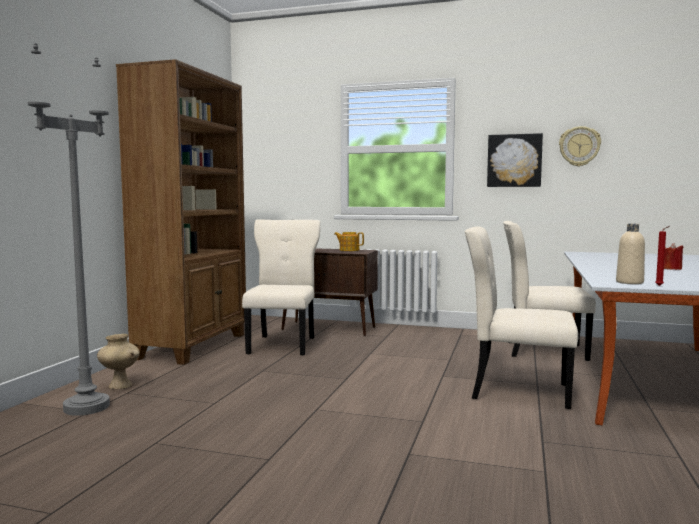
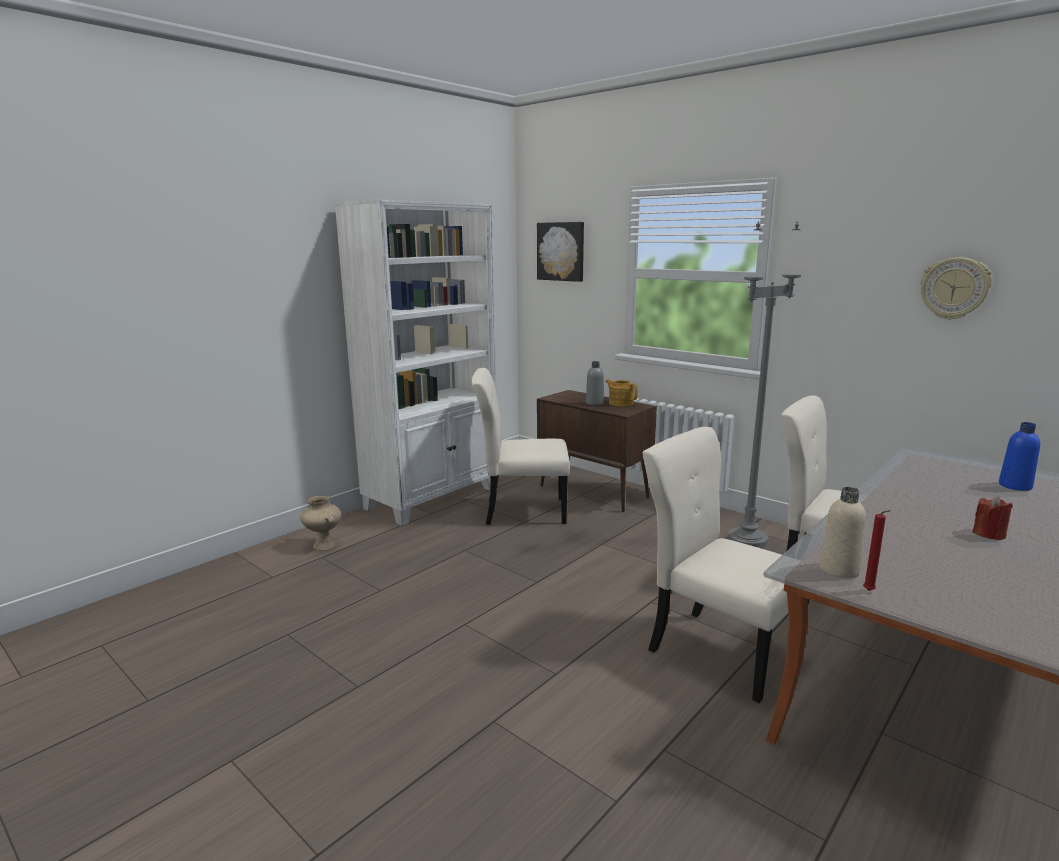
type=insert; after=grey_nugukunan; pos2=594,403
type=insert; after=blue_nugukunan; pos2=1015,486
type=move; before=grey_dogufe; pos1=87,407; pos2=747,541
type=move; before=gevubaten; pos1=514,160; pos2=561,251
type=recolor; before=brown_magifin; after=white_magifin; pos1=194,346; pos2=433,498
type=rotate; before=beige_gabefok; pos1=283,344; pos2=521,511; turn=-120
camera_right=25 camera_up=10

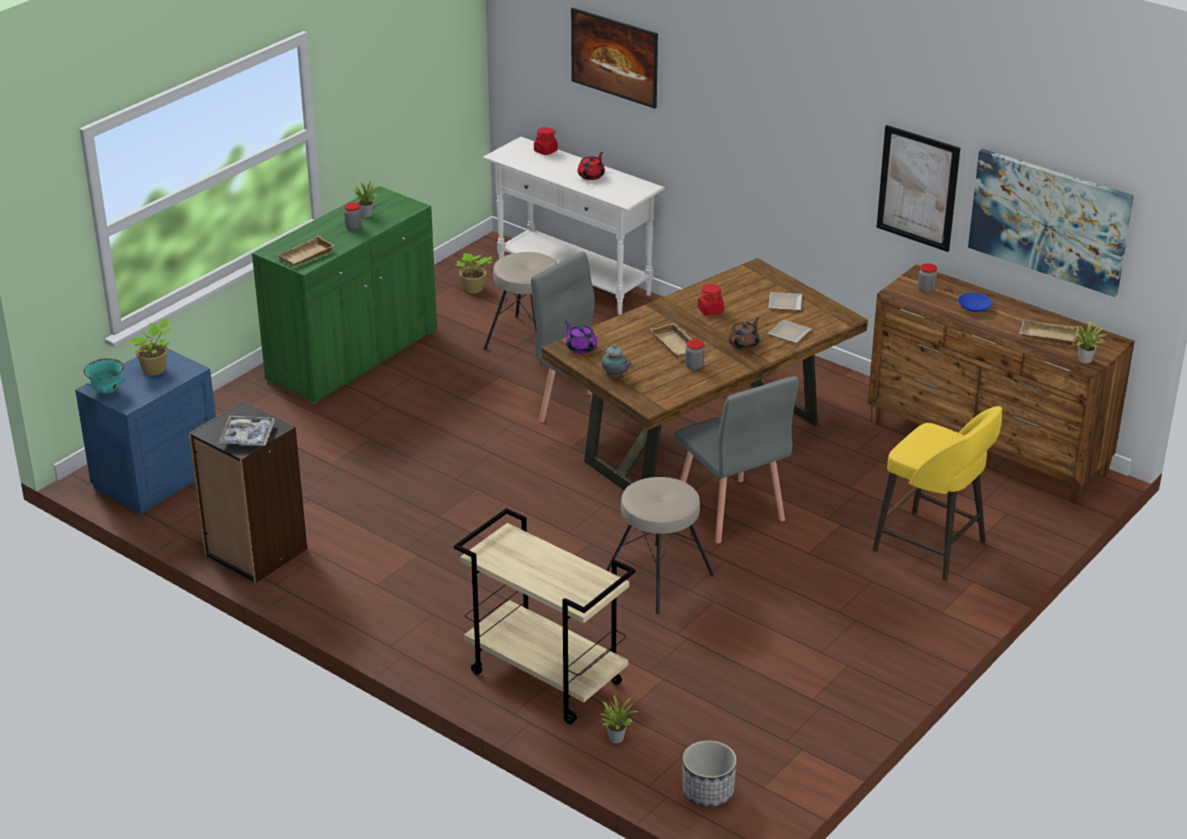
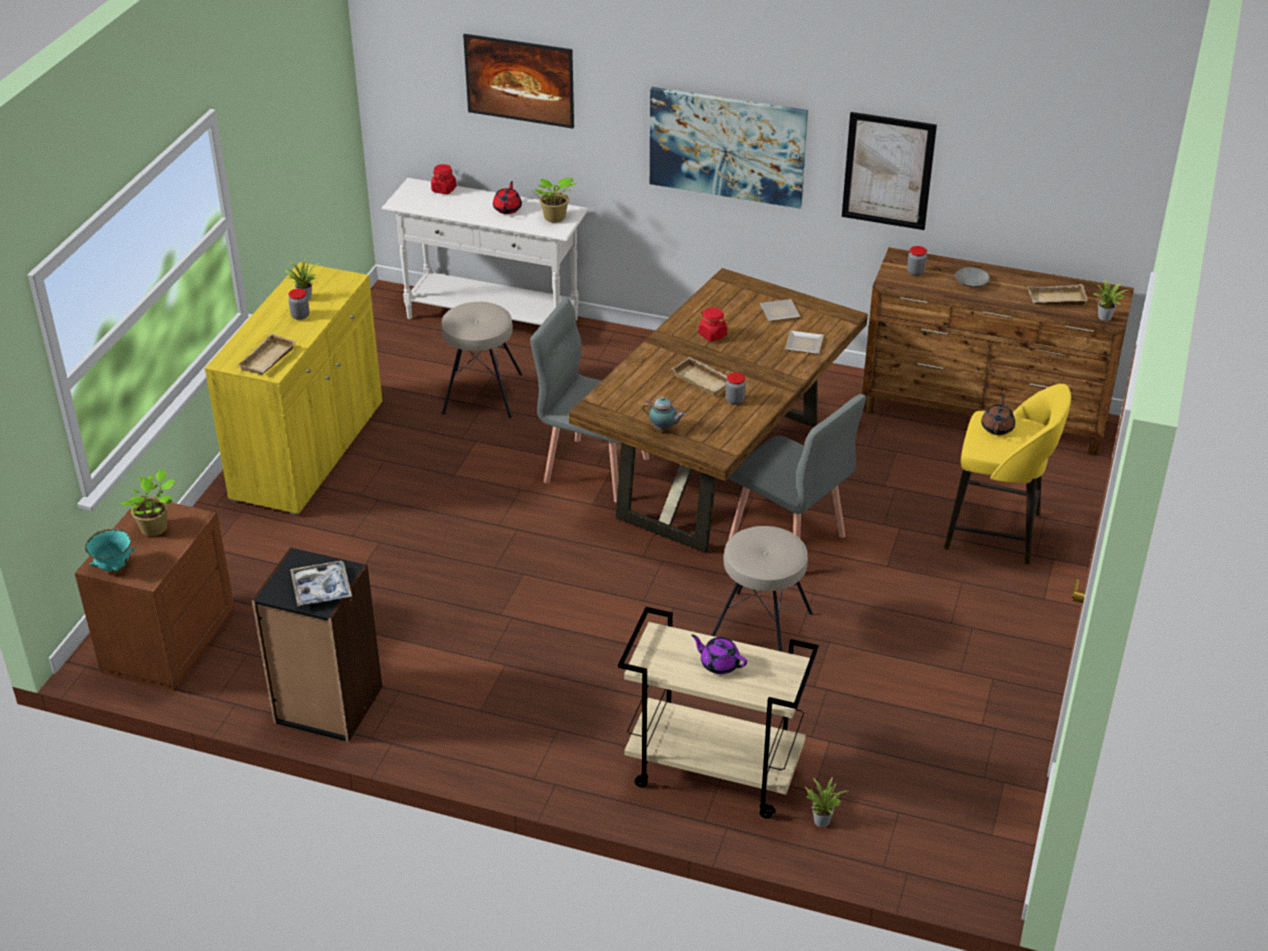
type=delete; before=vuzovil; pos1=708,792
type=move; before=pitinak; pos1=473,290; pos2=555,218
type=move; before=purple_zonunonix; pos1=581,347; pos2=719,664
type=move; before=brown_zonunonix; pos1=744,344; pos2=997,427
type=move; before=gevubaten; pos1=1049,221; pos2=727,146
type=recolor; before=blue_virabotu; after=brown_virabotu; pos1=156,477; pos2=167,643
type=recolor; before=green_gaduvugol; after=yellow_gaduvugol; pos1=353,356; pos2=309,451
type=recolor; before=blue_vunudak; after=grey_vunudak; pos1=974,308; pos2=971,283
camera_right=-20 camera_up=5

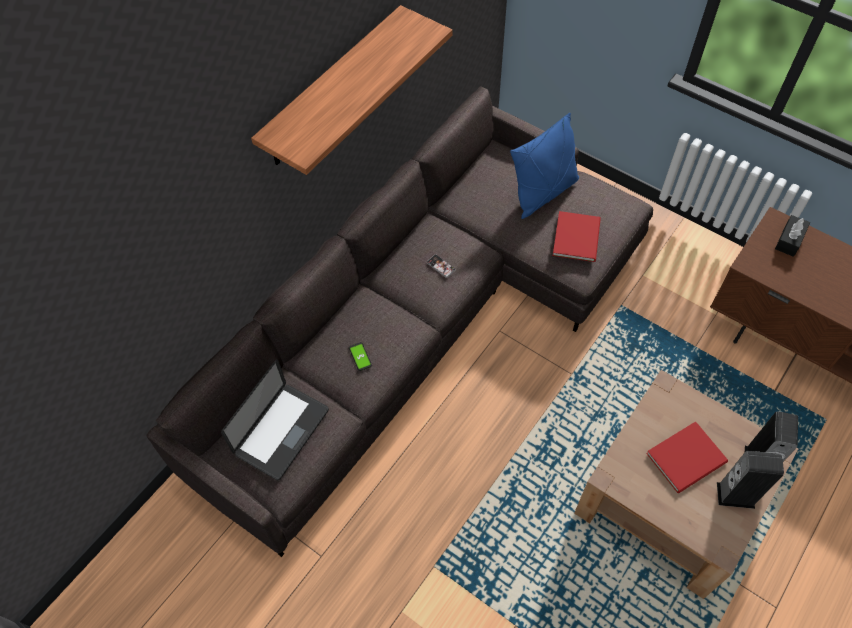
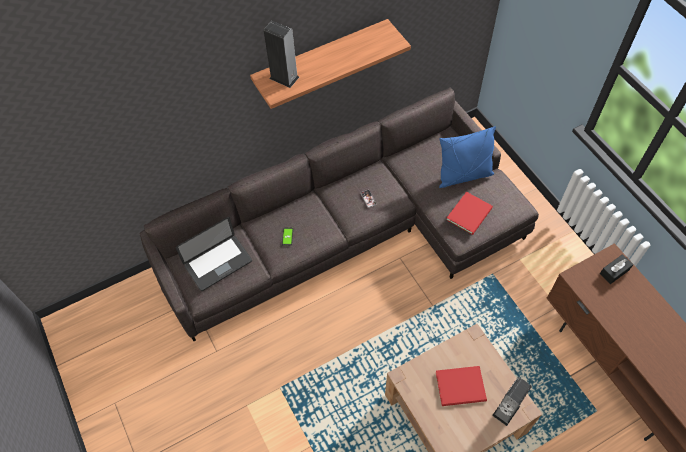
type=move; before=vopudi; pos1=735,495; pos2=284,77
camera_right=25 camera_up=0

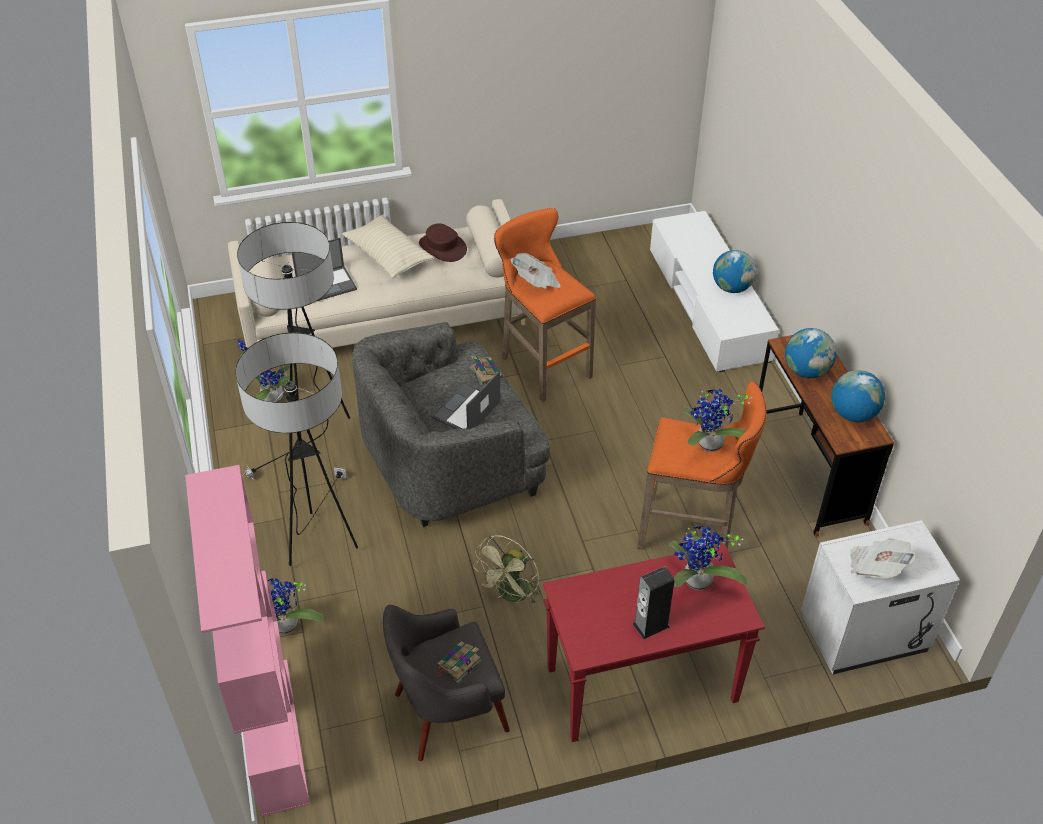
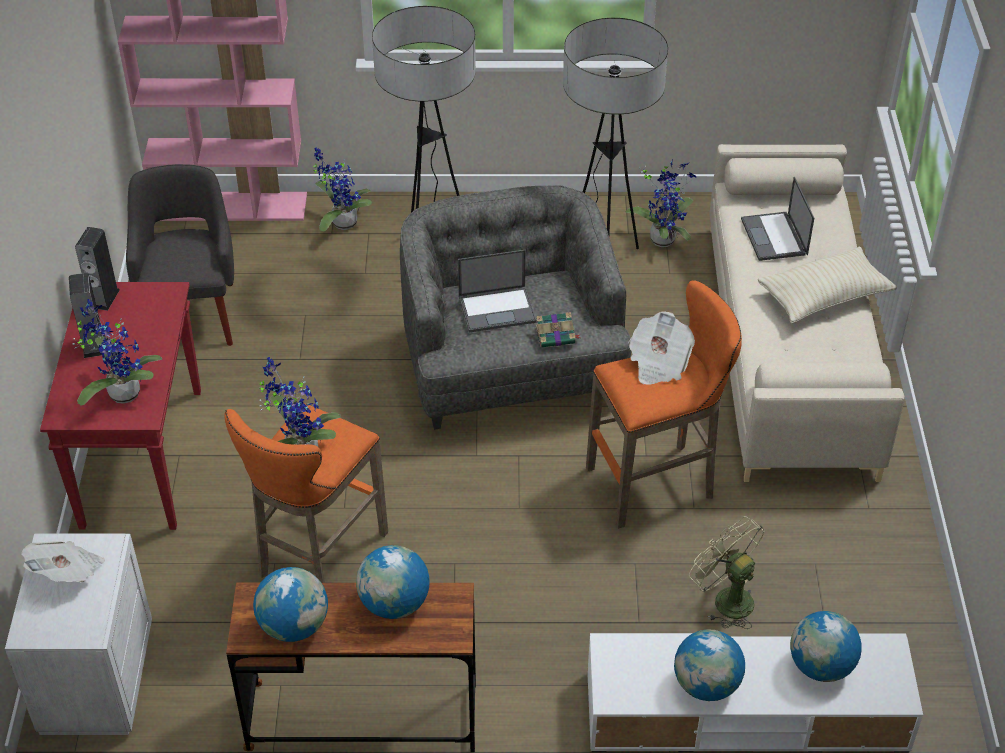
type=delete; before=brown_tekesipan; pos1=442,247
type=delete; before=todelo; pos1=458,664
type=insert; after=vopudi; pos2=103,298
type=insert; after=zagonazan; pos2=820,666
type=move; before=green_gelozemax; pos1=511,595; pos2=725,598
type=rotate; before=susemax; pos1=466,410; pos2=498,309; turn=120
camera_right=105 camera_up=0

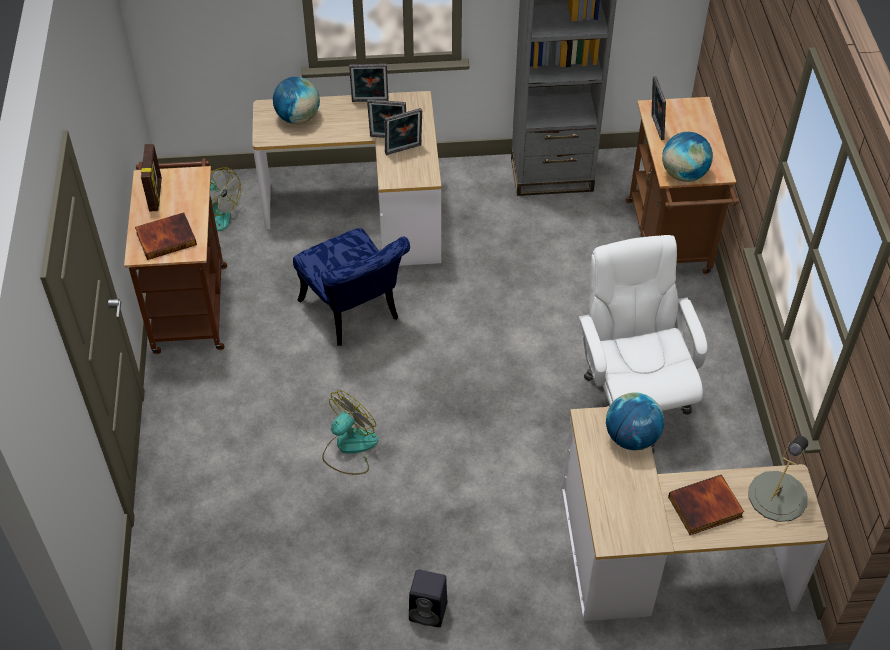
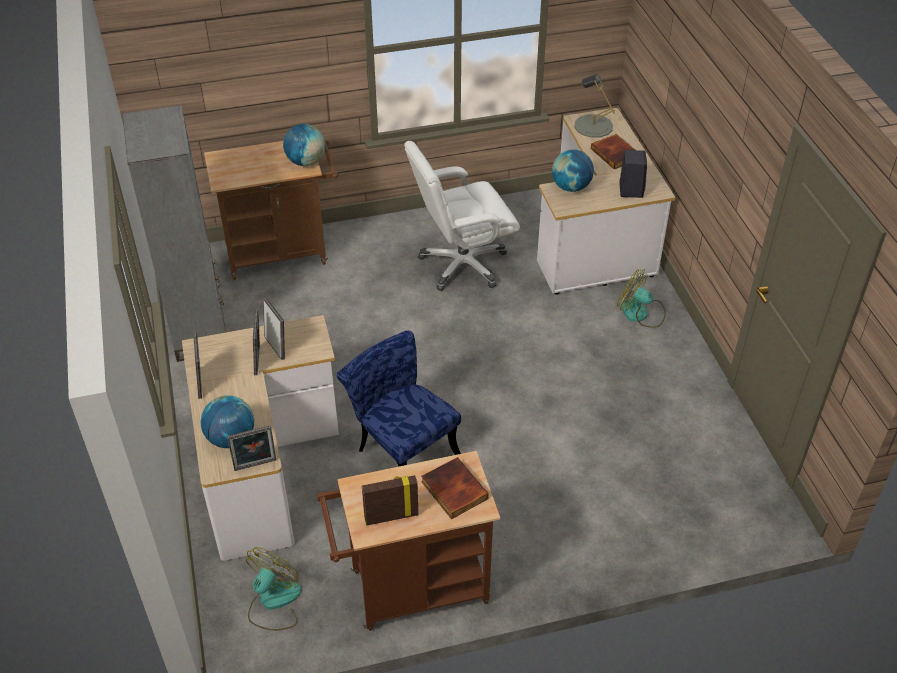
type=move; before=gelozemax; pos1=349,447; pos2=640,313
type=move; before=black_vopudi; pos1=429,611; pos2=630,189
type=move; before=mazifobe; pos1=655,127; pos2=255,466
type=rotate; before=blue_gabefok; pos1=354,315; pos2=402,448; turn=-90
camera_right=-100 camera_up=-5

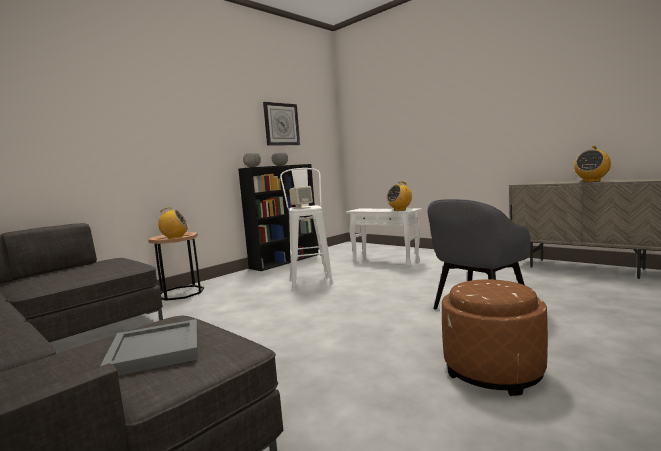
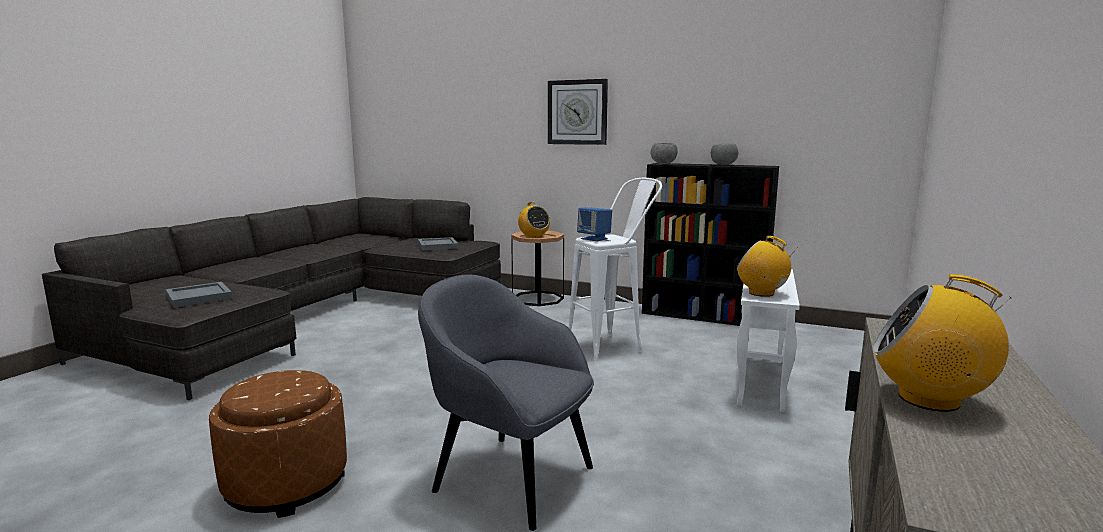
type=insert; after=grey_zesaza; pos2=437,246
type=move; before=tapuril; pos1=281,124; pos2=577,112
type=recolor; before=beige_vopudi; after=blue_vopudi; pos1=301,208; pos2=594,238
camera_right=70 camera_up=5

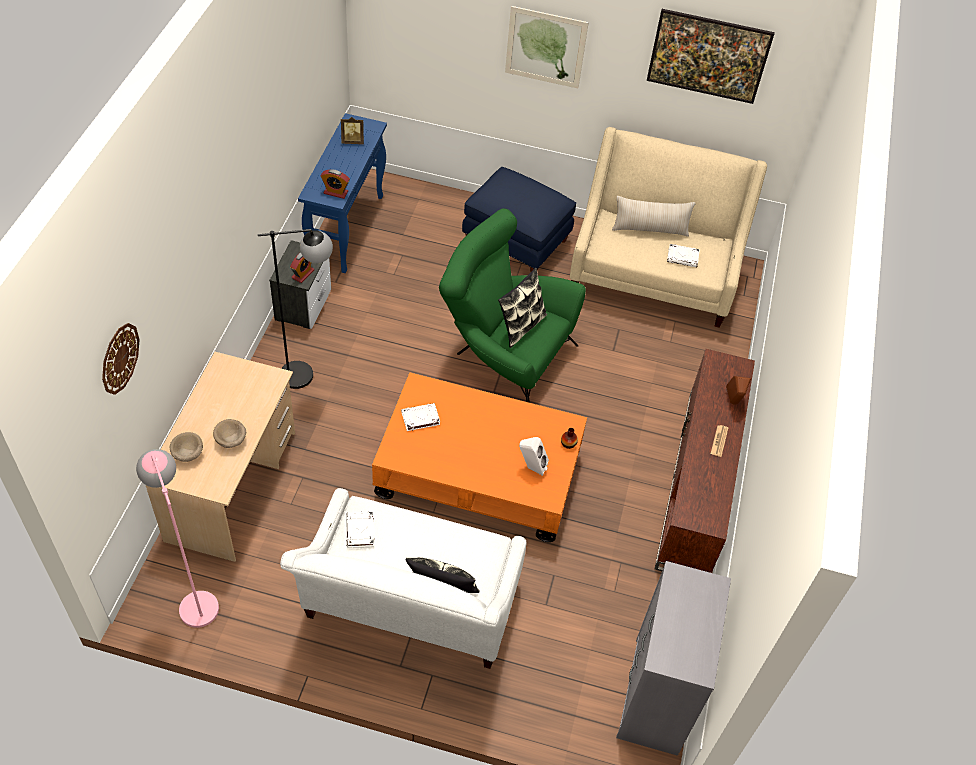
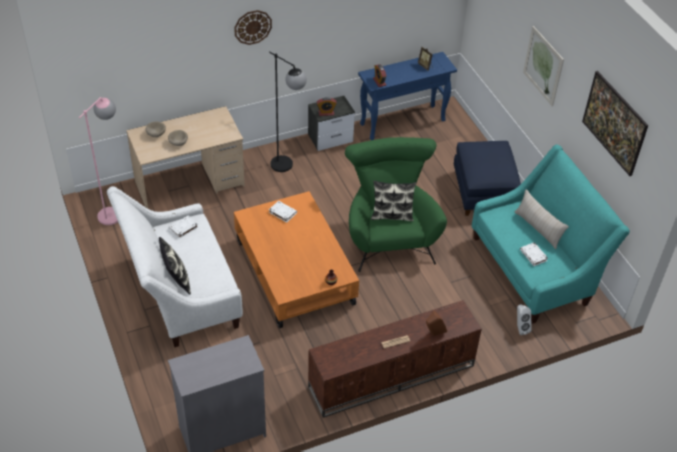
type=move; before=tapuril; pos1=119,358; pos2=252,27
type=move; before=white_vopudi; pos1=531,467; pos2=520,328
type=recolor; before=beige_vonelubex; after=turquoise_vonelubex; pos1=653,275; pos2=535,268
camera_right=55 camera_up=-5

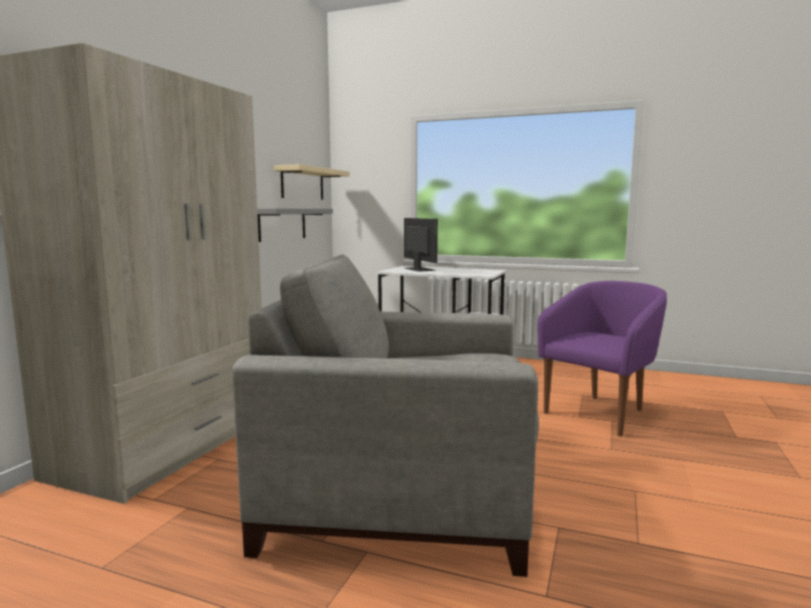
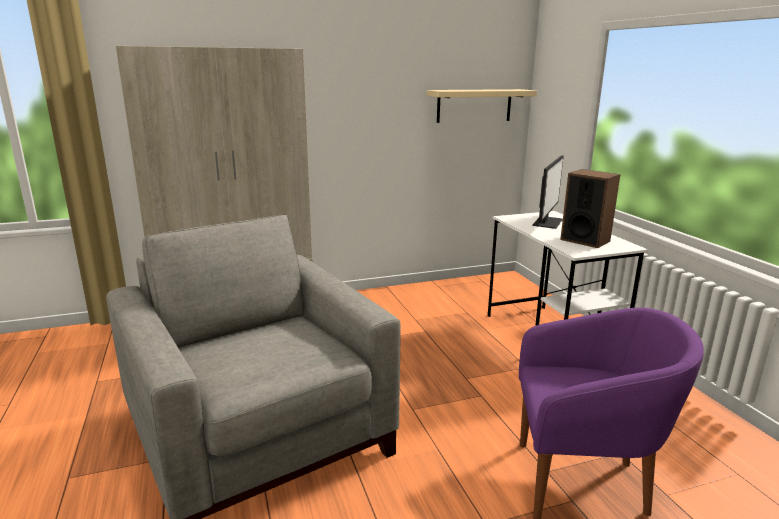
type=delete; before=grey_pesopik; pos1=282,224
type=insert; after=vopudi; pos2=585,240
camera_right=50 camera_up=10

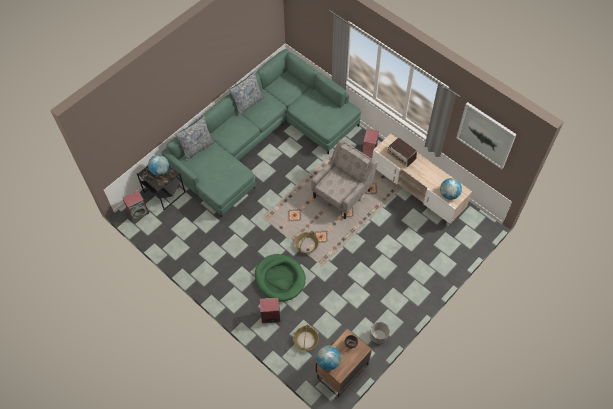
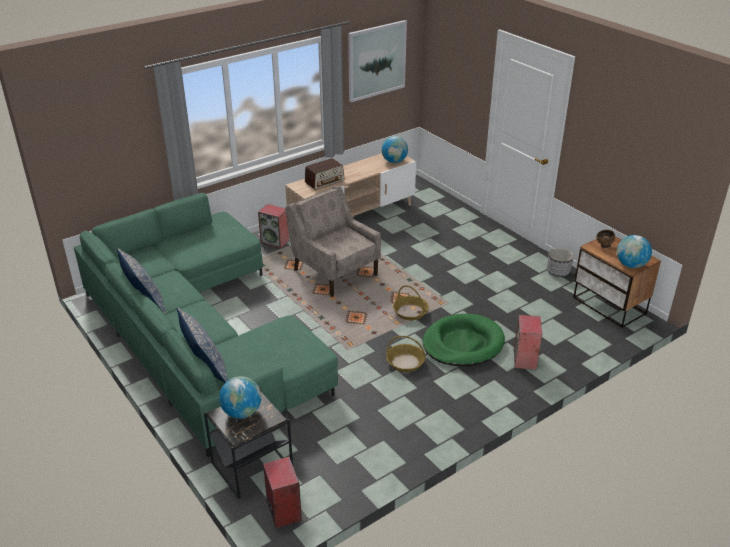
type=move; before=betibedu; pos1=306,340; pos2=405,362
camera_right=-80 camera_up=-25

